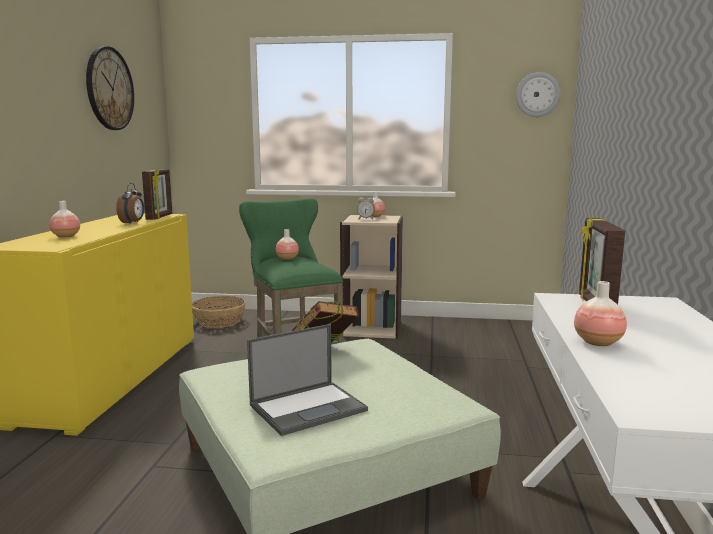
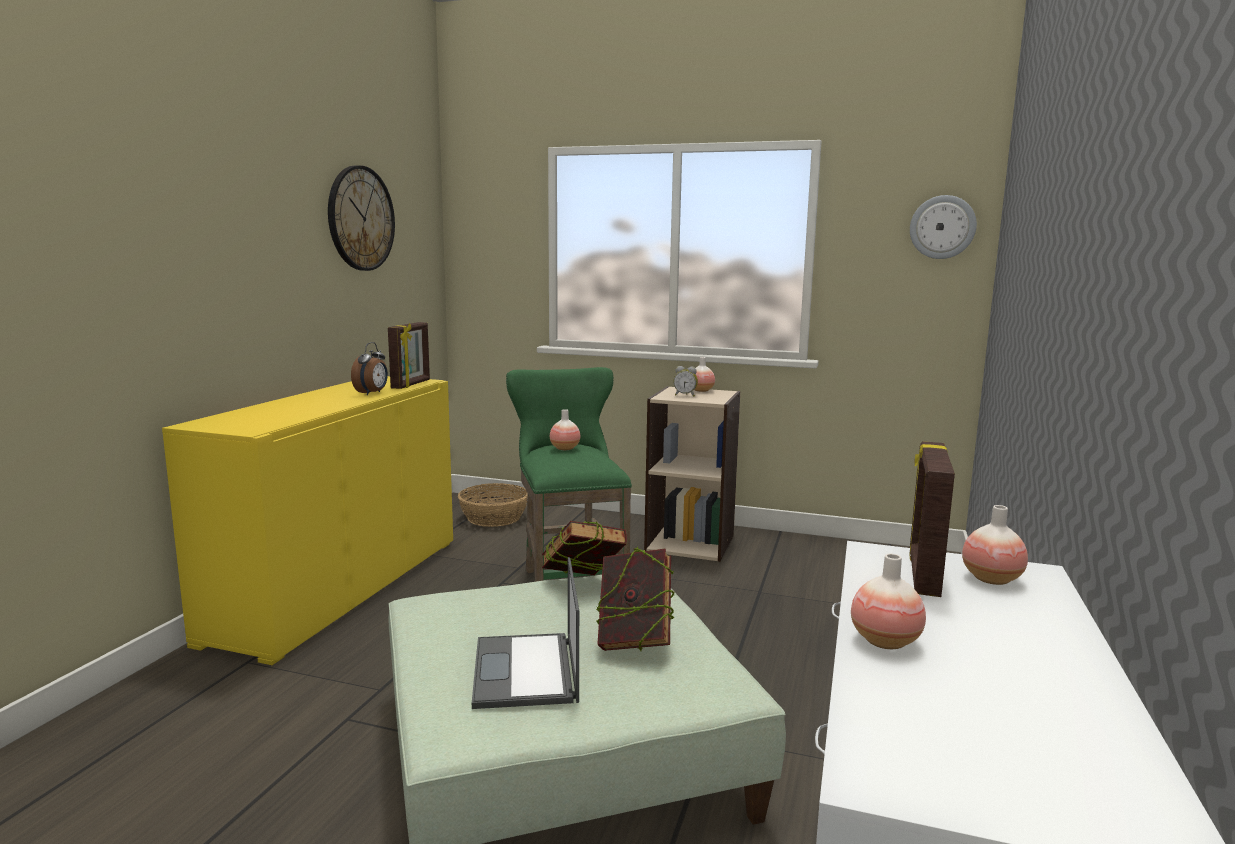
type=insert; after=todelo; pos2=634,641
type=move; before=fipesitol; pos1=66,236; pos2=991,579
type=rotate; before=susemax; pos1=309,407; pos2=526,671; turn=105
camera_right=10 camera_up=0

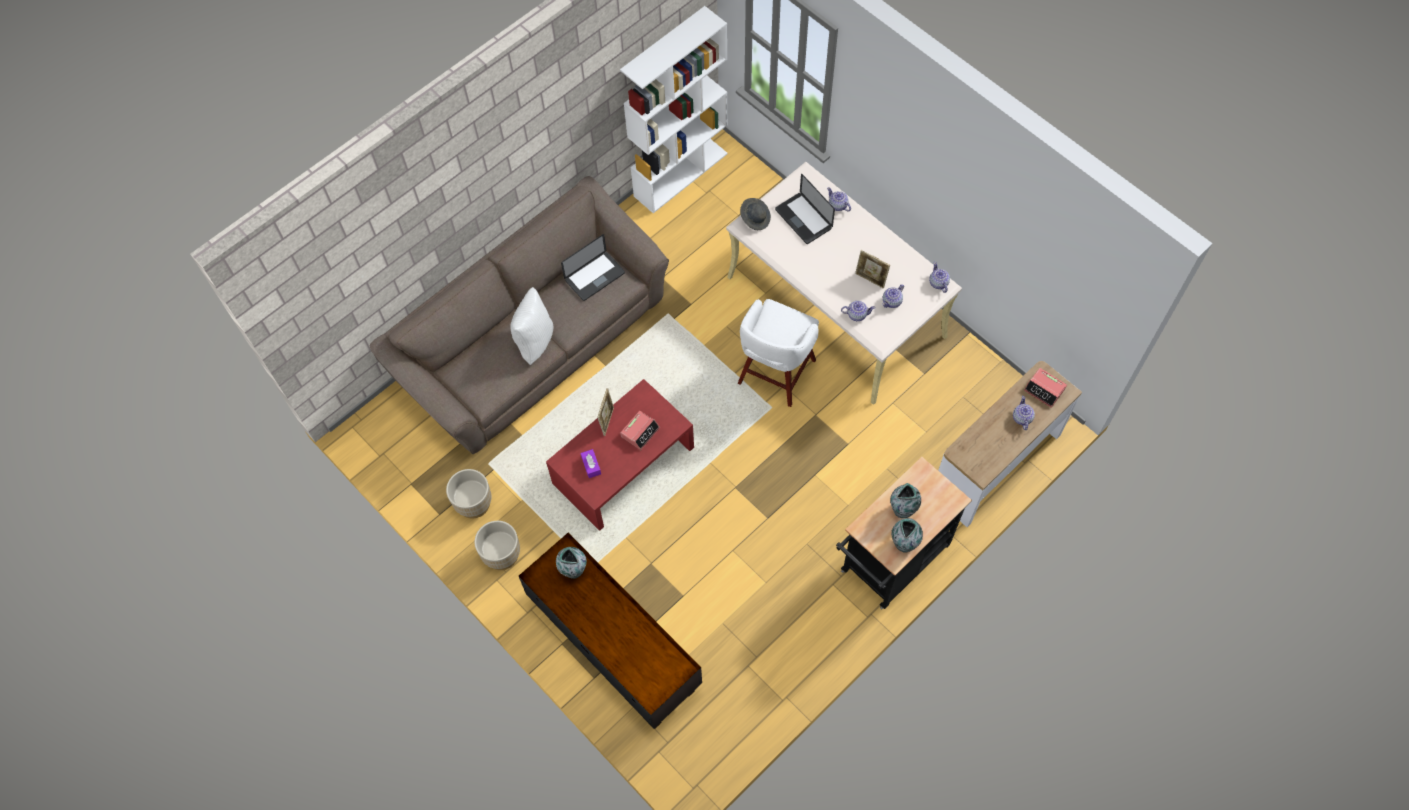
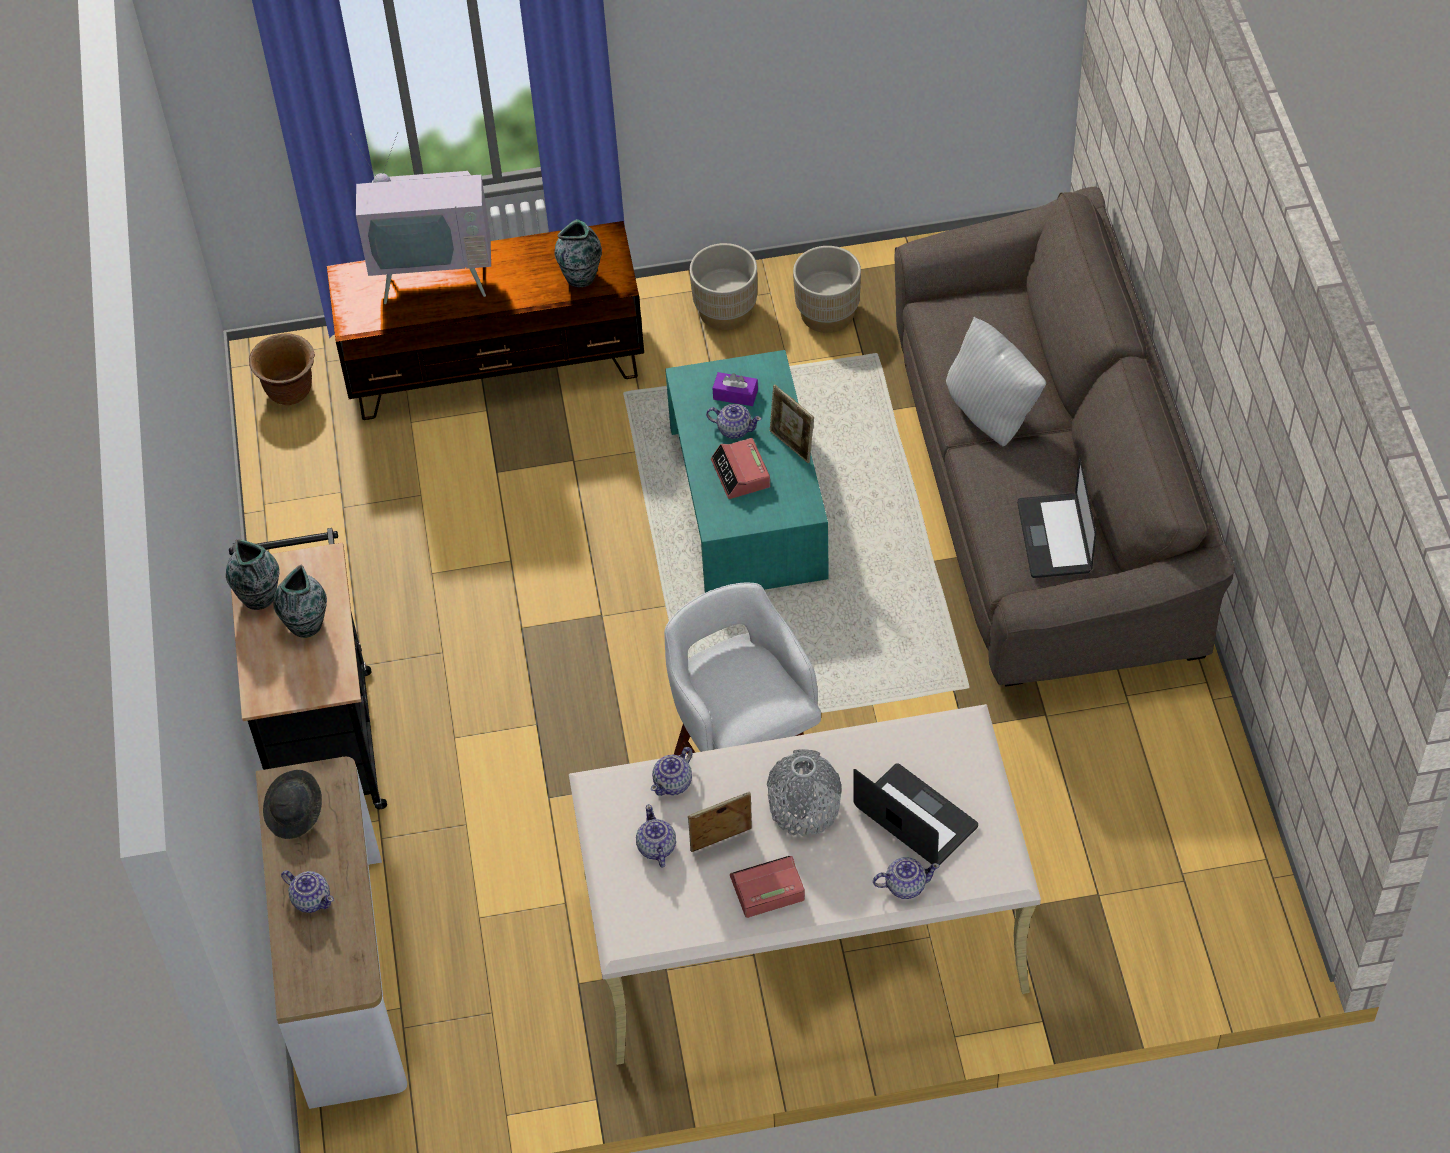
type=delete; before=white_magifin; pos1=680,174
type=insert; after=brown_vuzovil; pos2=290,392
type=insert; after=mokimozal; pos2=435,275
type=insert; after=grey_fipesitol; pos2=804,807
type=move; before=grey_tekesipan; pos1=755,218; pos2=295,813
type=move; before=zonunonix; pos1=938,283; pos2=734,429
type=move; before=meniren; pos1=1044,390; pos2=767,888
type=recolor; before=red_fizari; after=turquoise_fizari; pos1=623,465; pos2=748,501
type=rotate; before=susemax; pos1=803,219; pos2=915,817; turn=45
camera_right=125 camera_up=-10

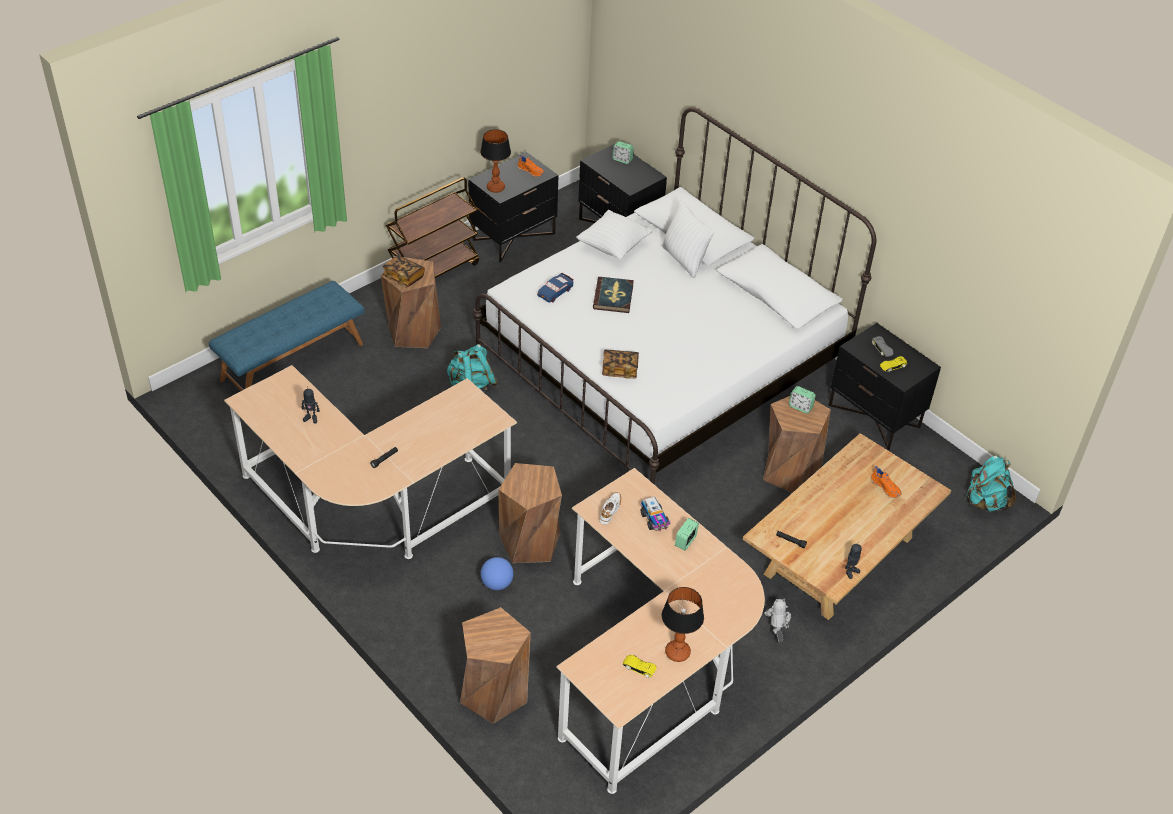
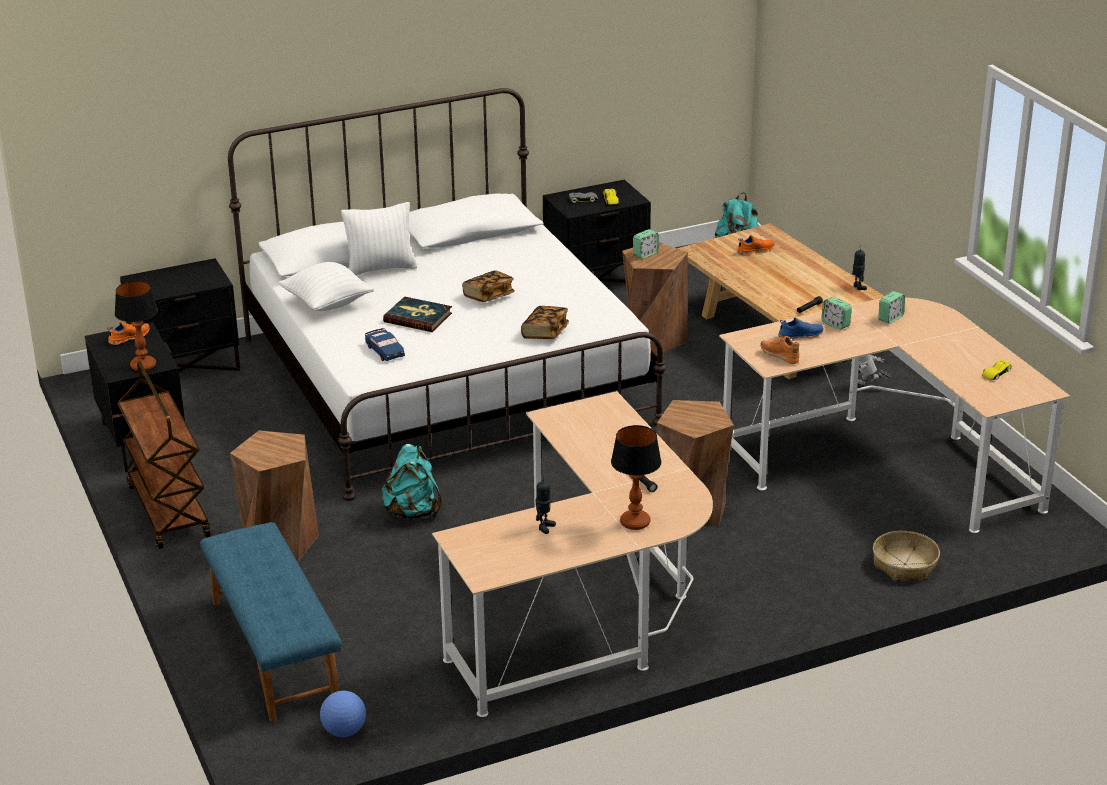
type=move; before=todelo; pos1=403,277; pos2=488,296
type=move; before=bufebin; pos1=497,583; pos2=344,731
type=move; before=meniren; pos1=622,159; pos2=890,318
type=move; before=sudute; pos1=677,653; pos2=636,523
type=replace; before=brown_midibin; after=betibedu; pos1=493,693; pos2=905,564
type=replace; before=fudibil; after=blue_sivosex; pos1=654,520; pos2=800,335
type=recolor; before=white_sivosex; after=orange_sivosex; pos1=610,511; pos2=779,356
camera_right=-70 camera_up=-15

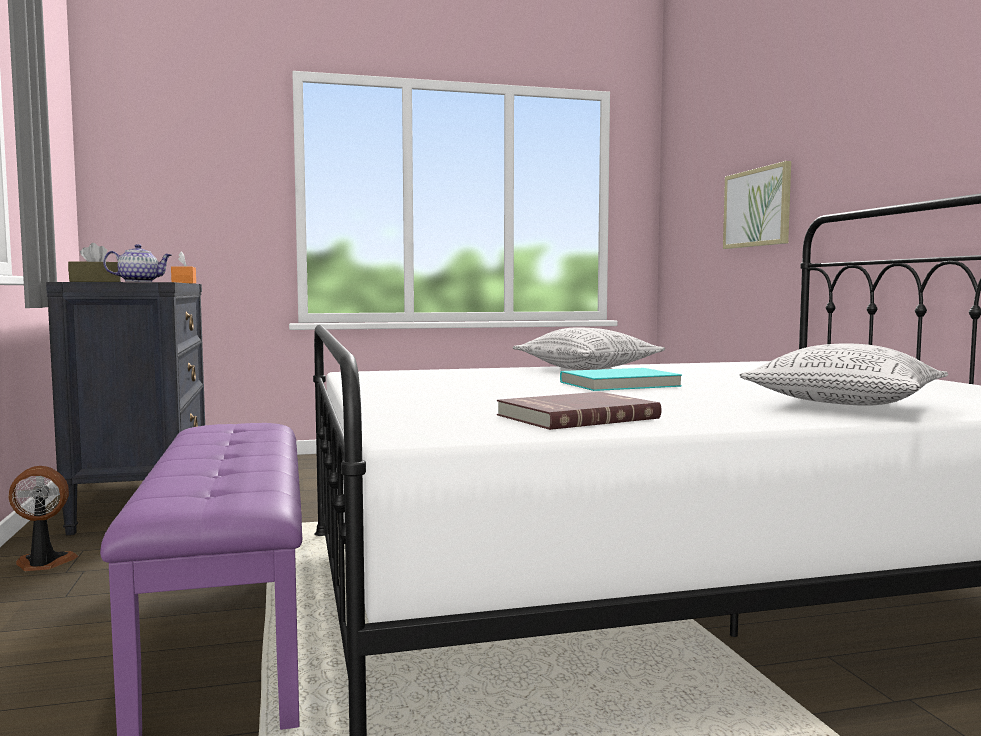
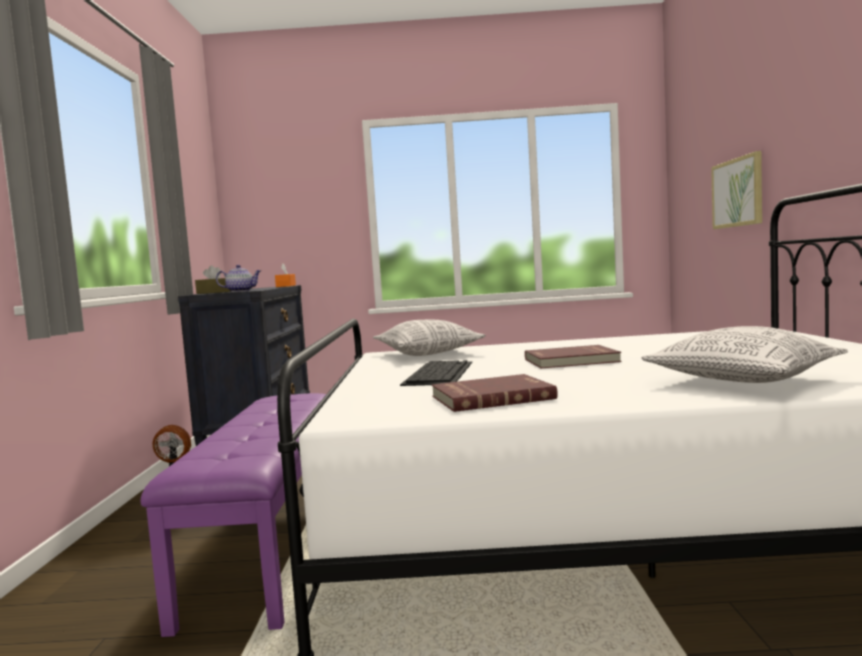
type=insert; after=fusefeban; pos2=438,373
type=move; before=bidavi; pos1=588,368; pos2=428,353
type=recolor; before=turquoise_todelo; after=red_todelo; pos1=620,384; pos2=571,361
camera_right=15 camera_up=0

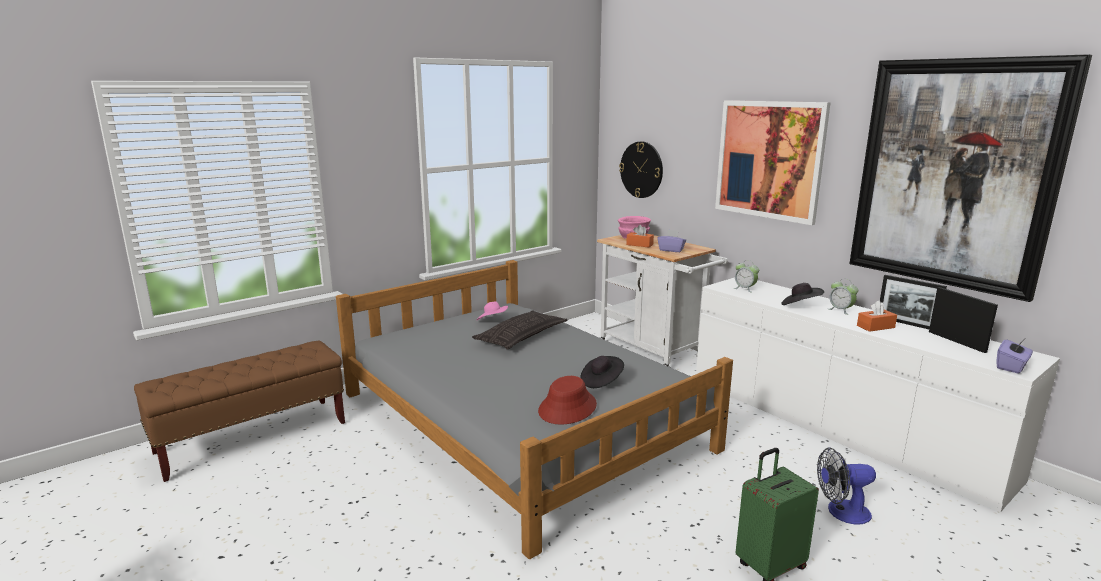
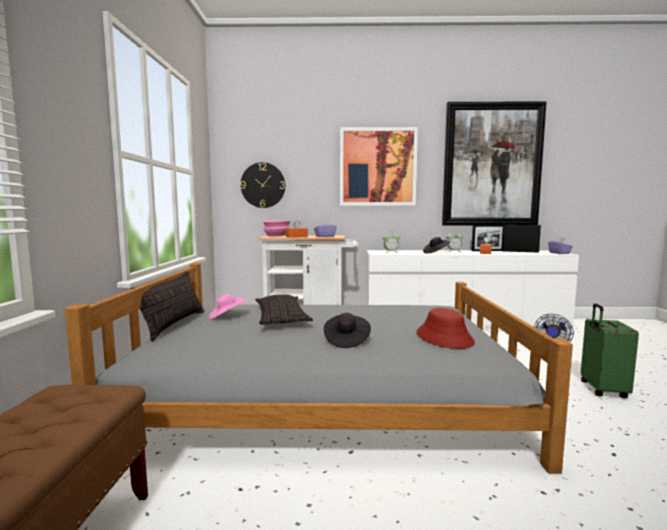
type=insert; after=bidavi; pos2=174,324
type=move; before=black_tekesipan; pos1=601,381; pos2=346,341
camera_right=-50 camera_up=-10

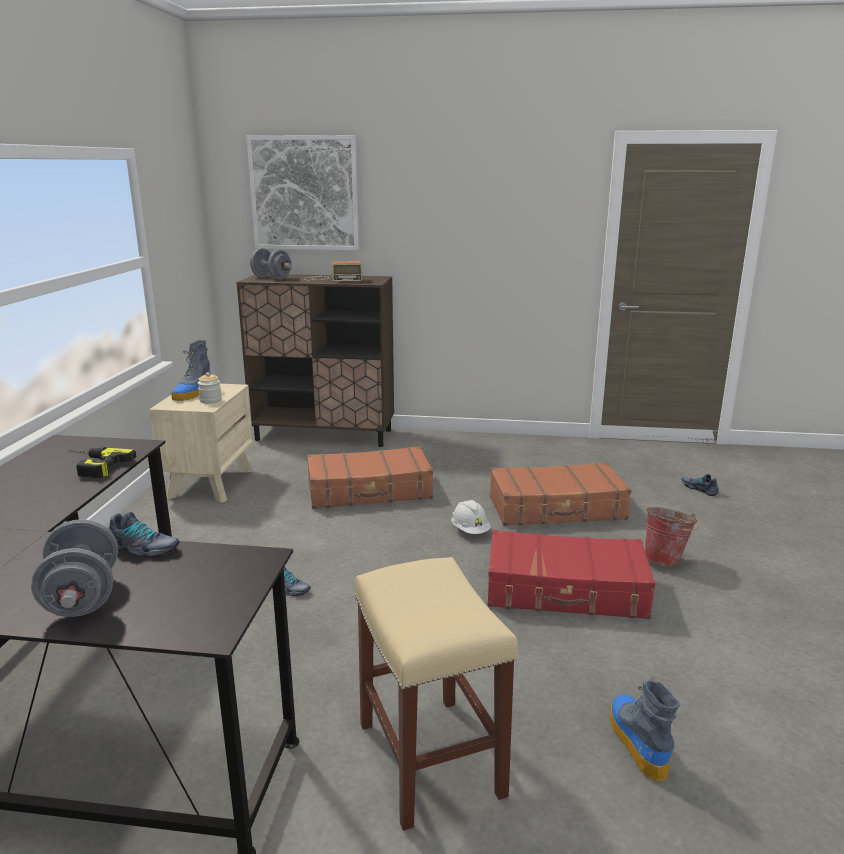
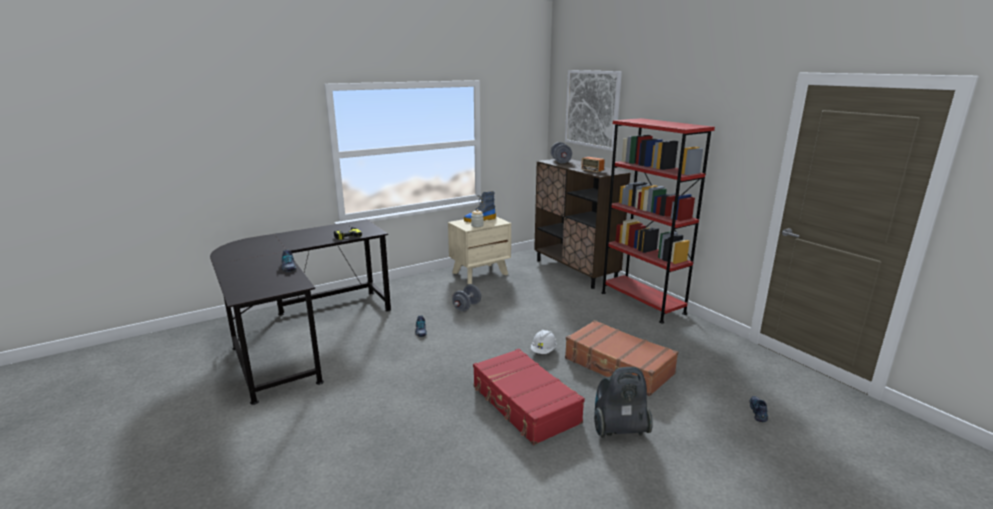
type=delete; before=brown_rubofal; pos1=369,491
type=delete; before=beige_midibin; pos1=431,760
type=delete; before=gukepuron; pos1=636,740
type=insert; after=red_magifin; pos2=642,303
type=move; before=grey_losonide; pos1=83,597; pos2=467,307
type=replace; before=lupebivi; after=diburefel; pos1=666,560; pos2=618,429
camera_right=50 camera_up=0

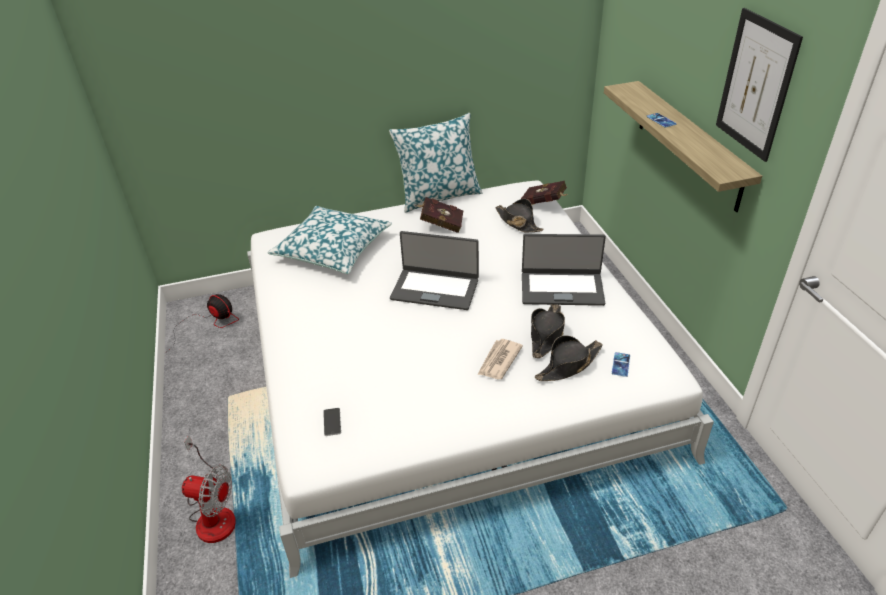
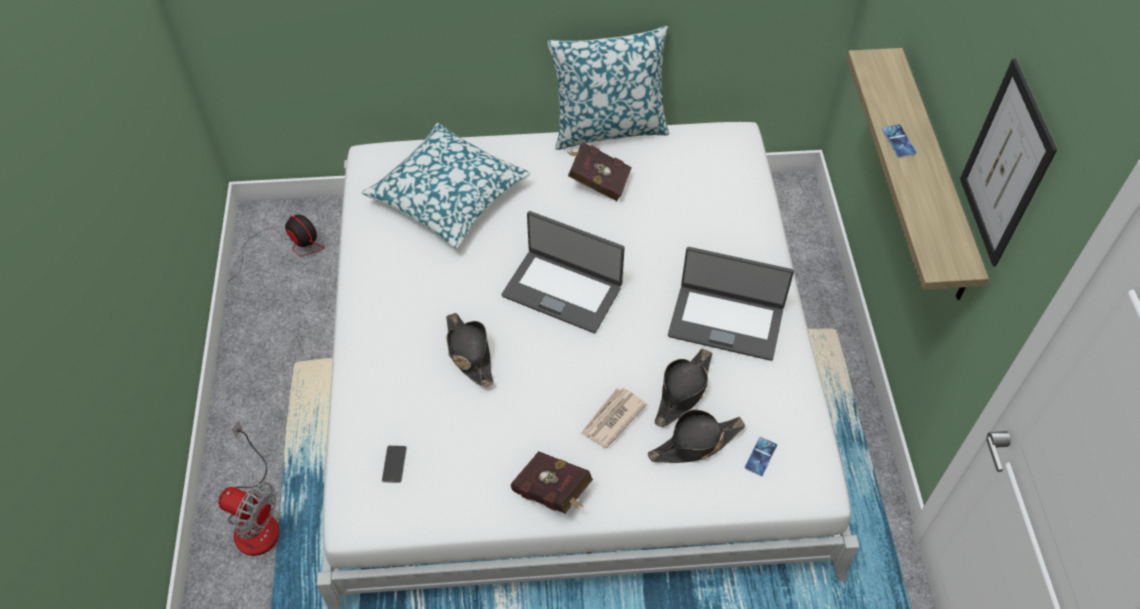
type=move; before=black_tekesipan; pos1=518,222; pos2=469,353
type=move; before=red_todelo; pos1=544,204; pos2=553,493
camera_right=10 camera_up=15

